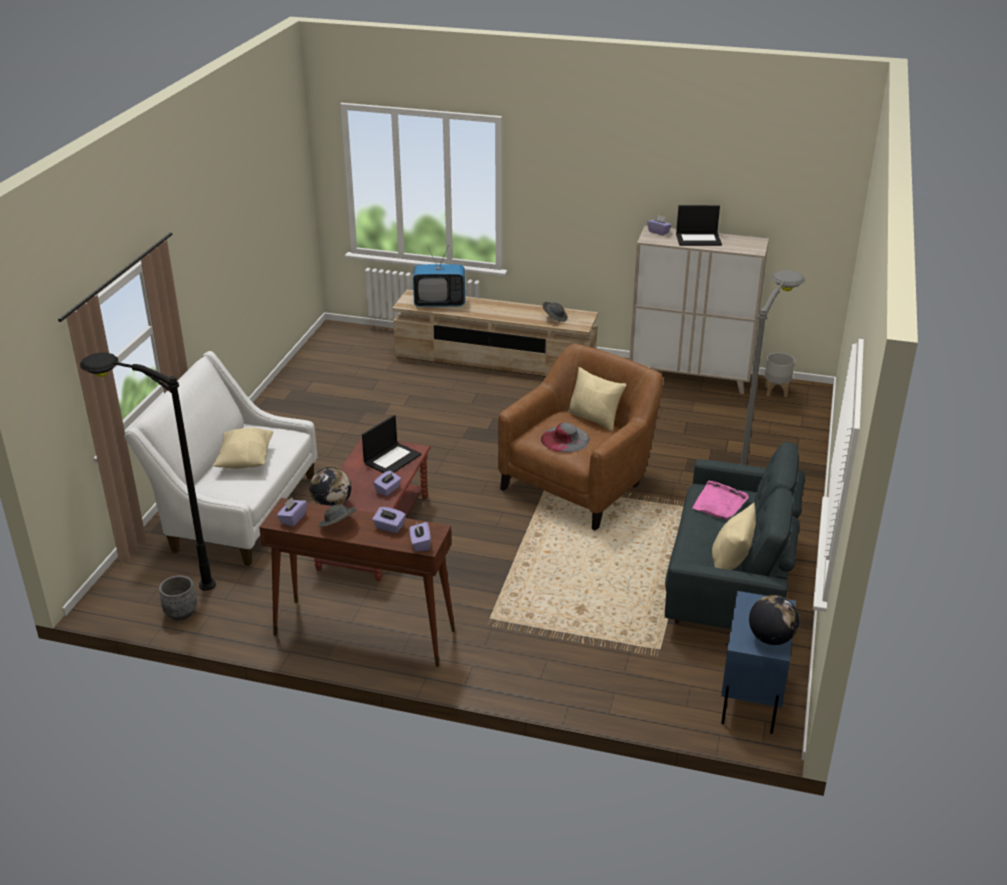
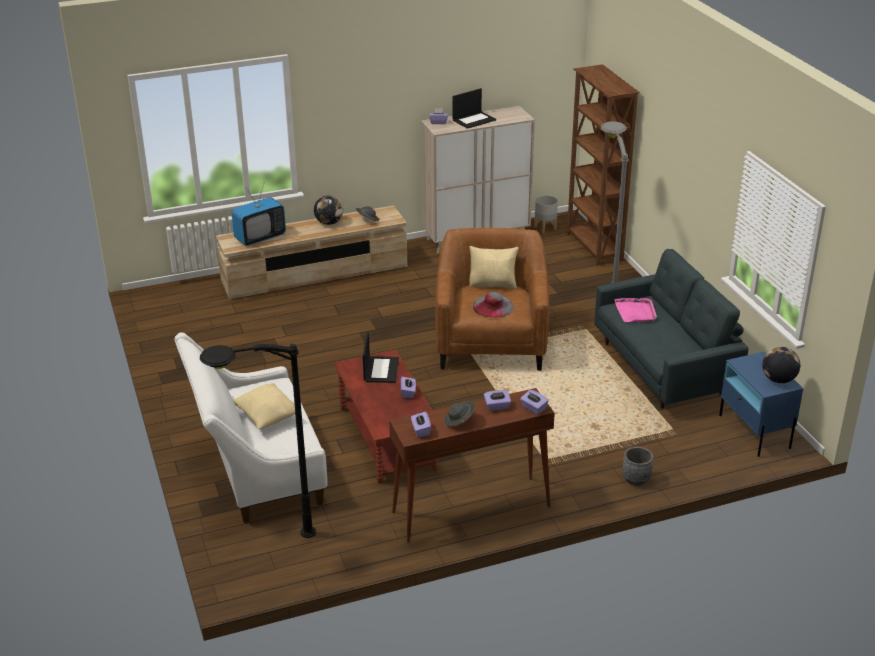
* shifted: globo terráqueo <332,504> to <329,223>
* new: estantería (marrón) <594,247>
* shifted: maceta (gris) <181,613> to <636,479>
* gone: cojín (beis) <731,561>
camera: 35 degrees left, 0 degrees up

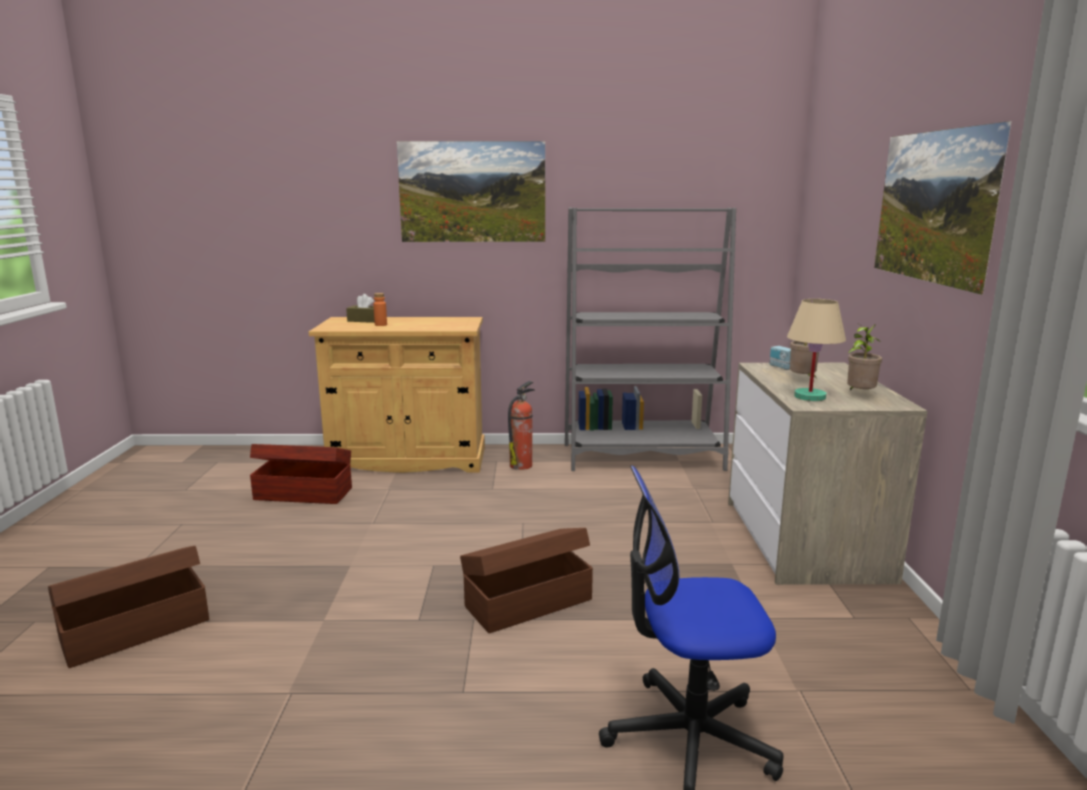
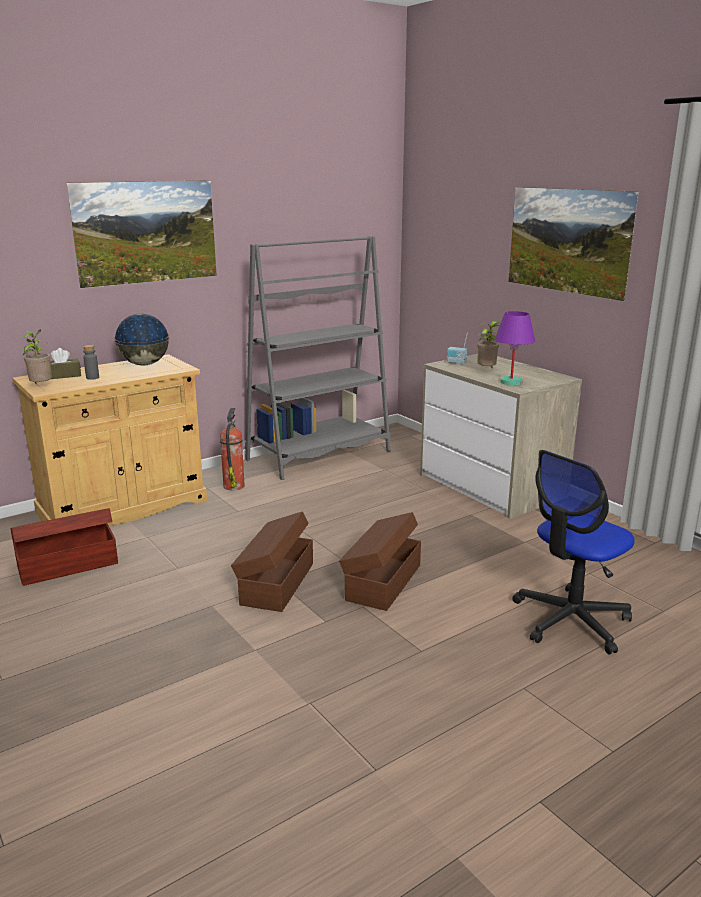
* shifted: planta en maceta <859,395> to <41,387>
* repainted: botella (naranja) <380,325> to botella (gris) <92,377>
* new: globo terráqueo <144,364>
* shifted: caja de almacenaje (marrón) <134,629> to <276,584>
* repainted: lámpara de mesa (beis) <810,397> to lámpara de mesa (morado) <511,382>
camera: 35 degrees left, 5 degrees up

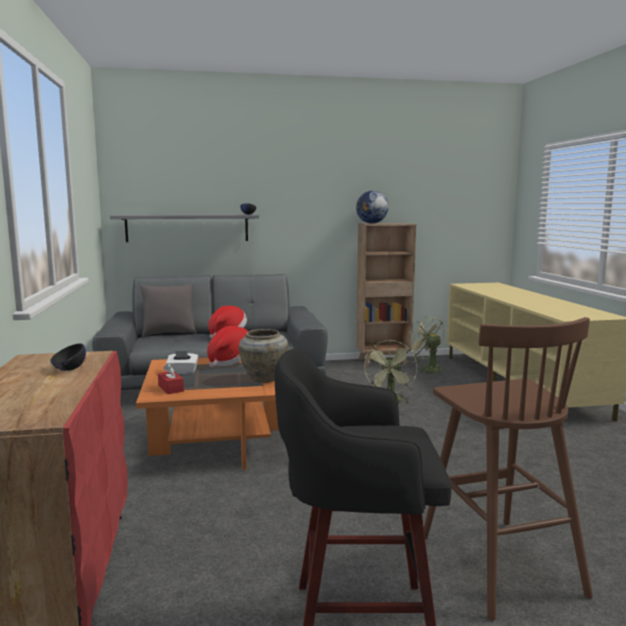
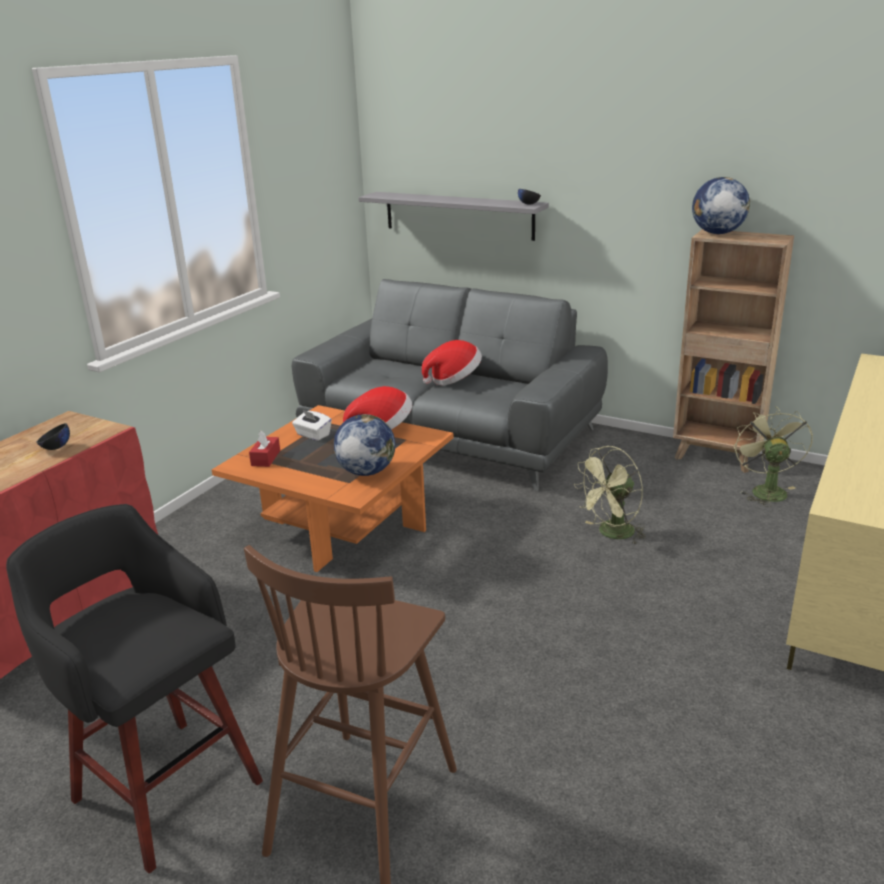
* swapped: florero (beis) <263,379> to globo terráqueo <366,472>
* gone: cojín (gris) <169,334>
camera: 40 degrees right, 15 degrees up

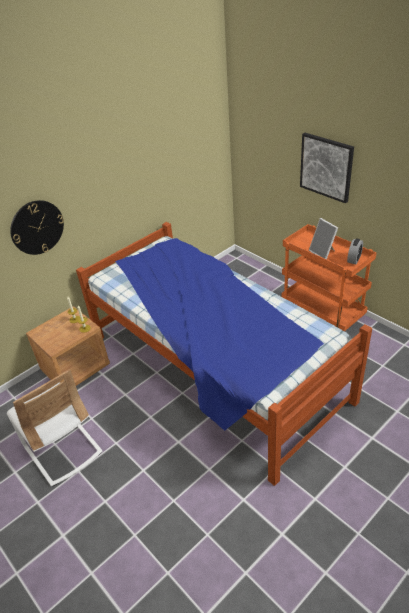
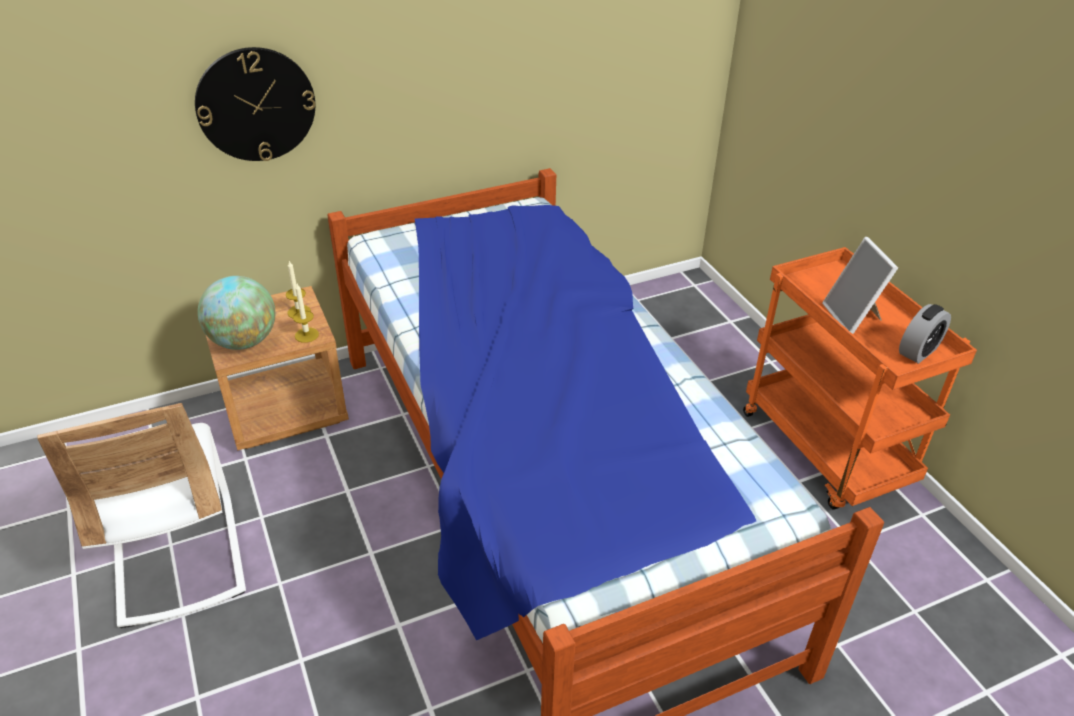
* new: globo terráqueo <244,341>
* gone: cuadro <326,167>
camera: 15 degrees right, 0 degrees up

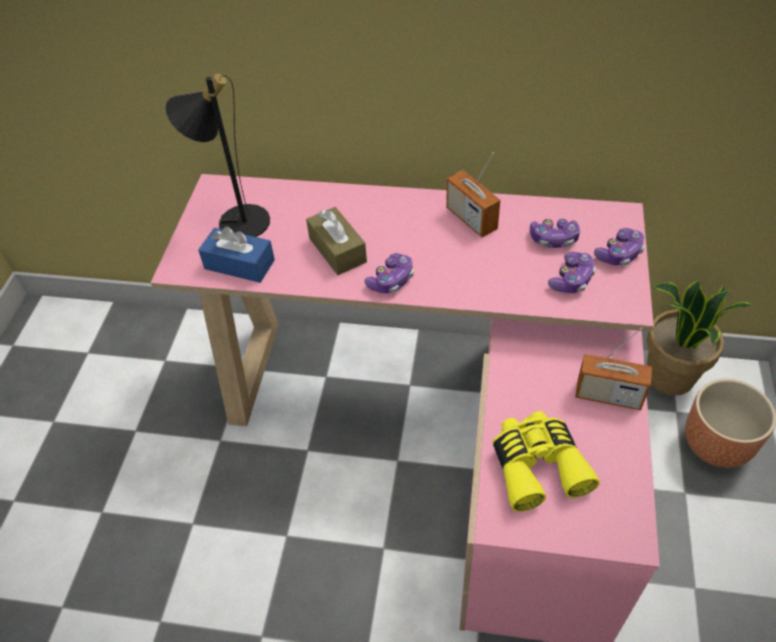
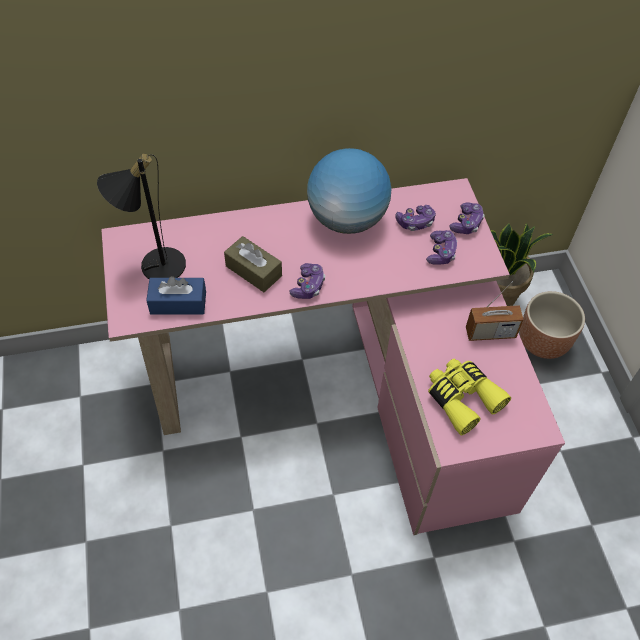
* swapped: radio <471,219> to globo terráqueo <347,220>
camera: 25 degrees left, 5 degrees up

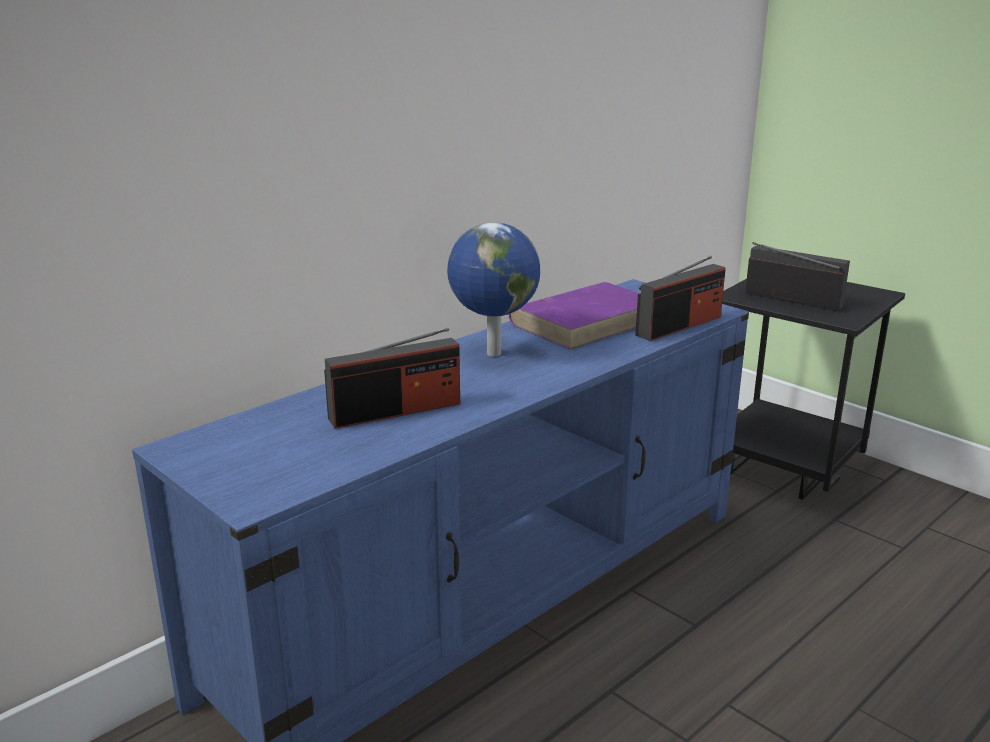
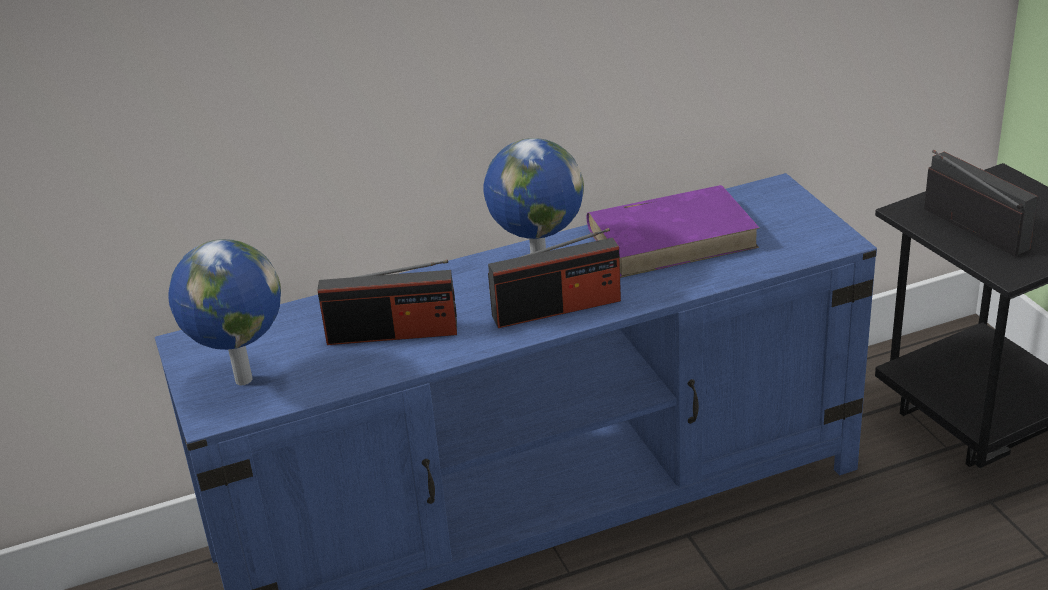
* new: globo terráqueo <241,380>
* shifted: radio <679,326> to <557,308>
camera: 25 degrees right, 10 degrees up

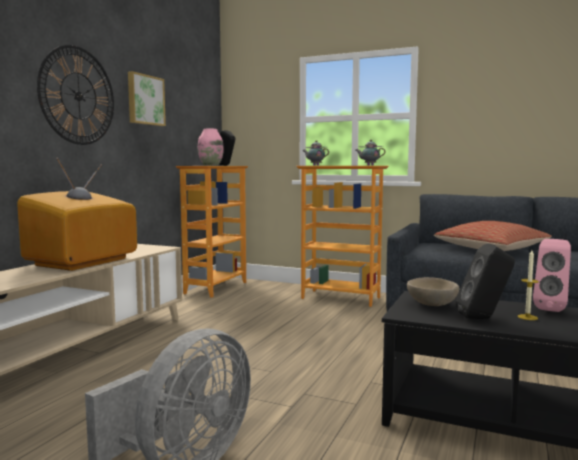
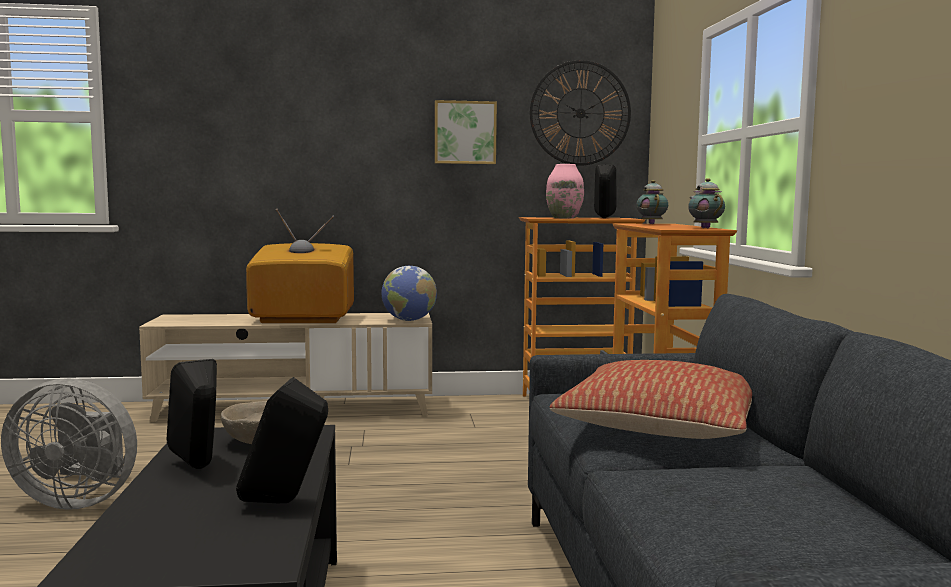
* repainted: altavoz (rosa) <550,309> to altavoz (negro) <285,502>
* new: globo terráqueo <409,320>
* shifted: reloj de pared <78,96> to <580,113>
* gone: vela <527,317>
camera: 60 degrees right, 0 degrees up

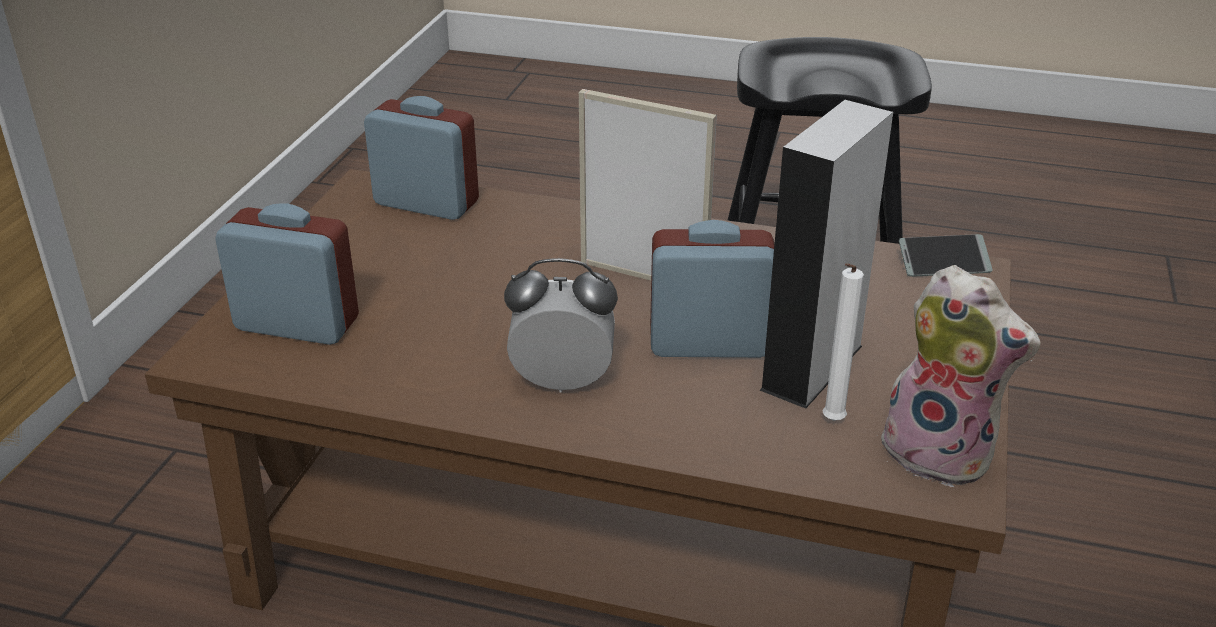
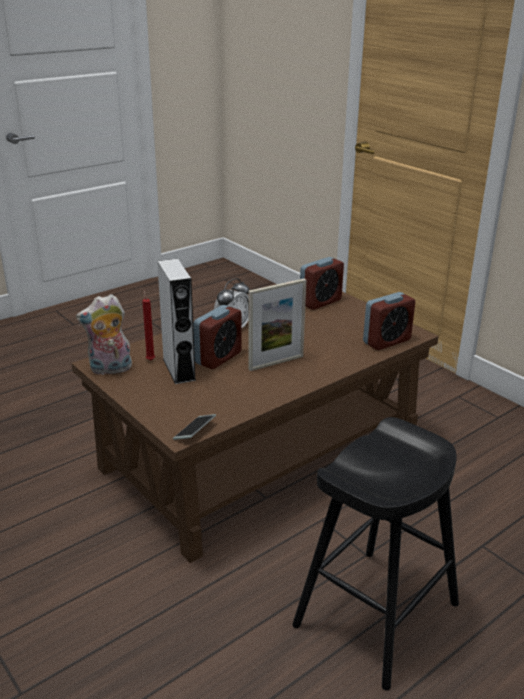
* repainted: vela (blanco) <831,422> to vela (rojo) <150,359>
camera: 125 degrees right, 5 degrees down

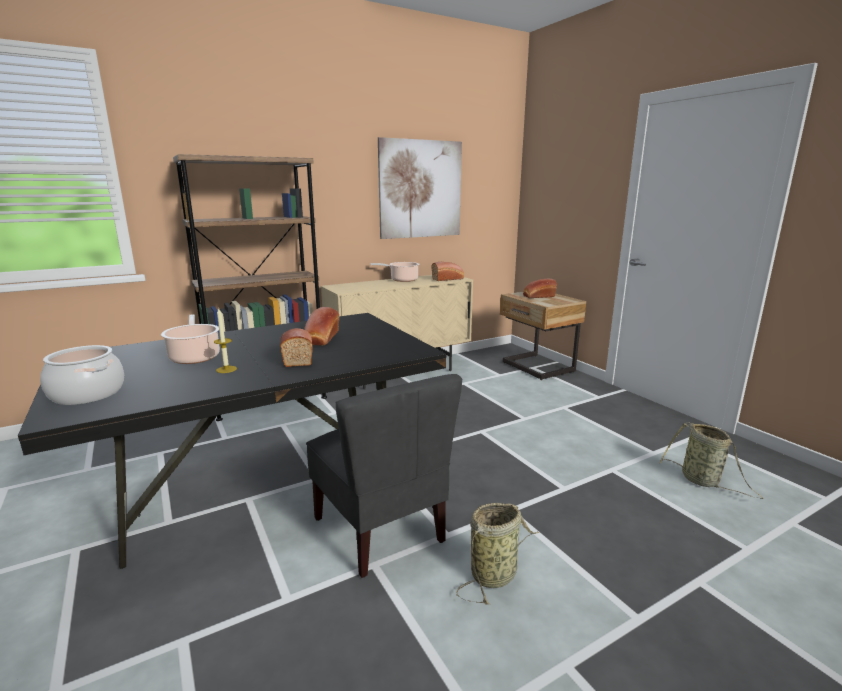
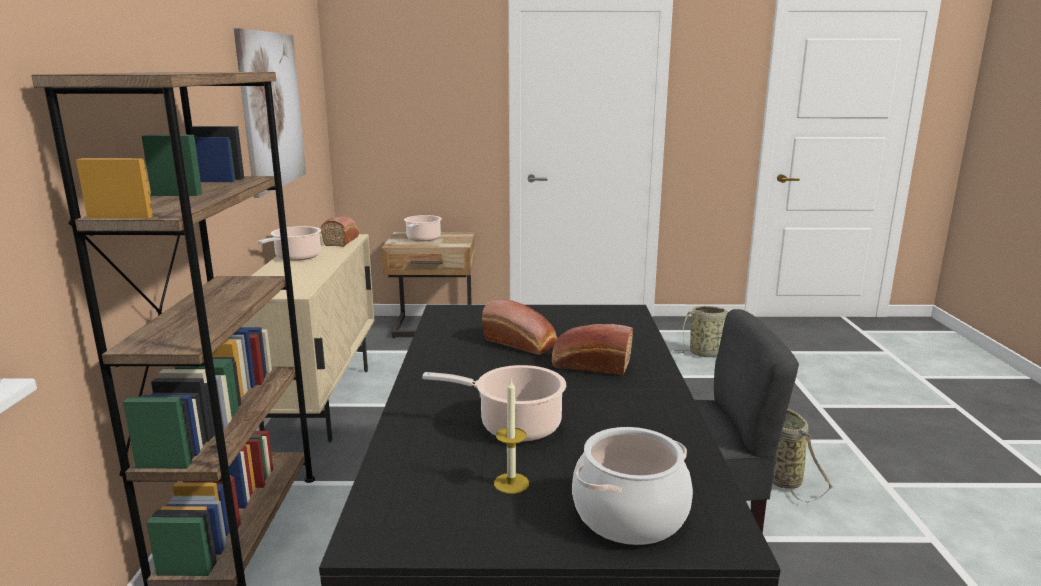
* swapped: pan <538,296> to olla <422,239>
* shifted: vela <226,369> to <511,483>
camera: 60 degrees left, 0 degrees up

